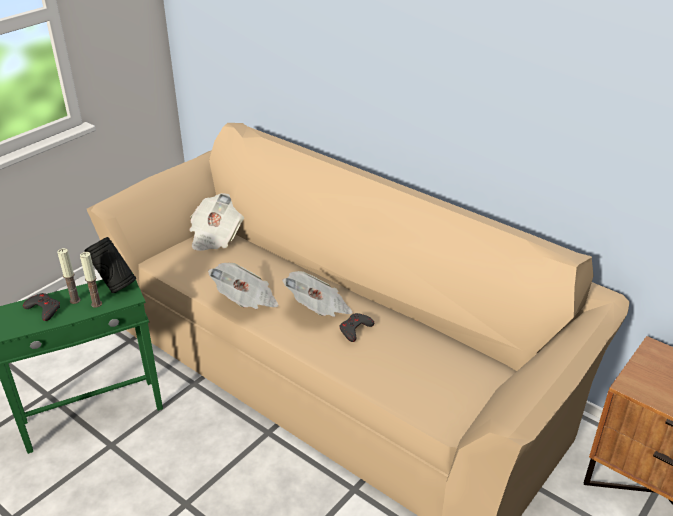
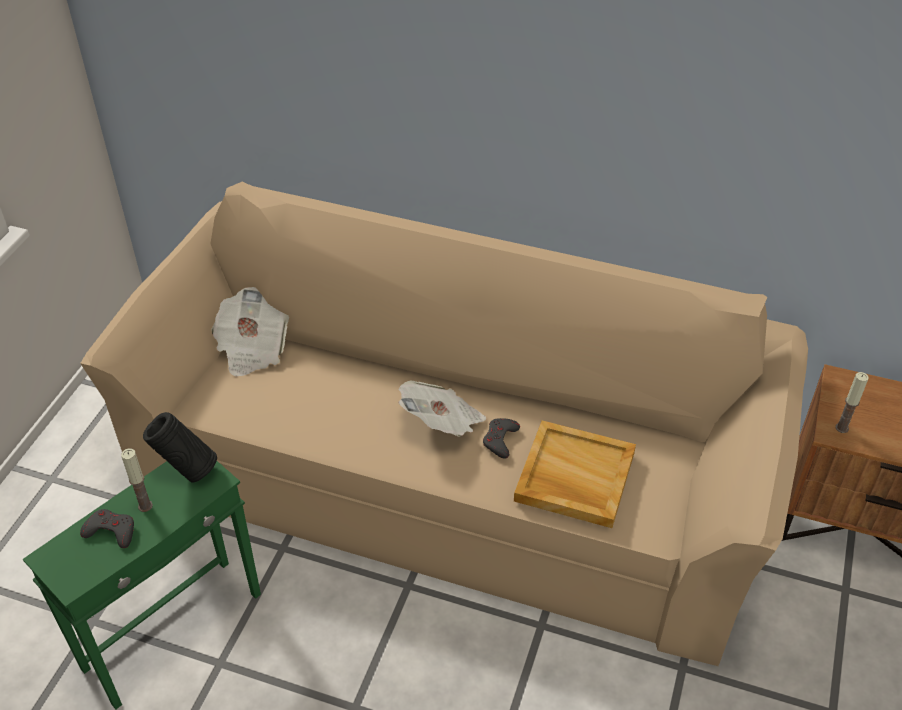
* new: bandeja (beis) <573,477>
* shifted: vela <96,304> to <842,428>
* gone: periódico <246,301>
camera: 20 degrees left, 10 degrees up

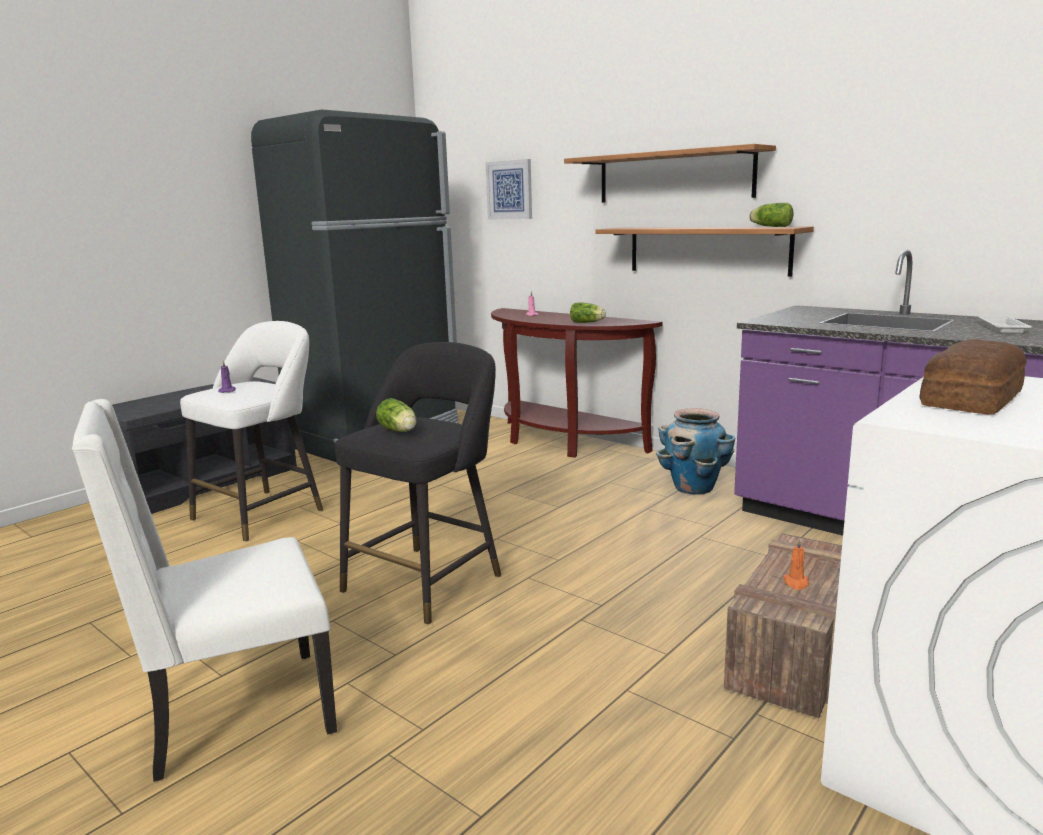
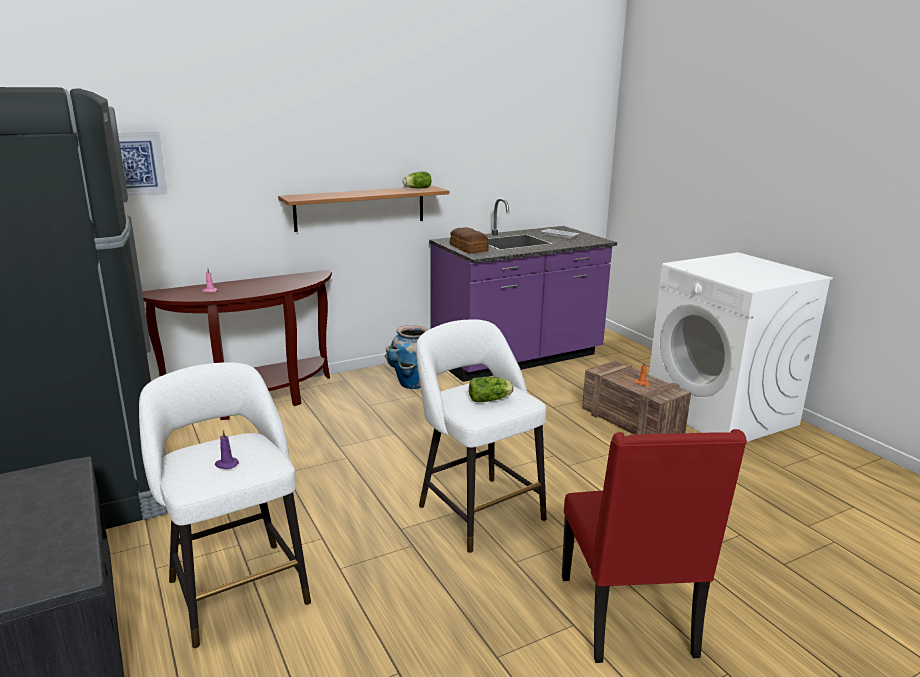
* repainted: taburete (negro) <428,580> to taburete (blanco) <477,509>
* shifted: pan <968,398> to <468,248>
* repainted: silla (blanco) <235,715> to silla (rojo) <630,618>
* gone: estante <674,176>
* gone: lechuga <588,322>
camera: 70 degrees left, 5 degrees up

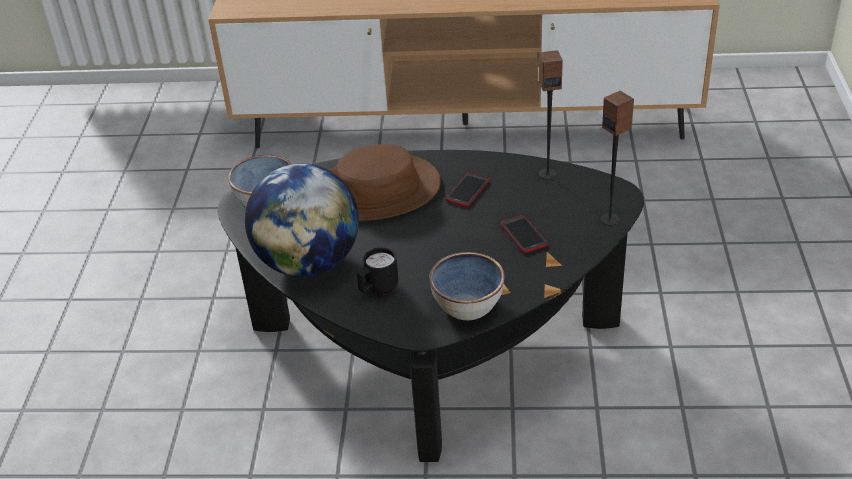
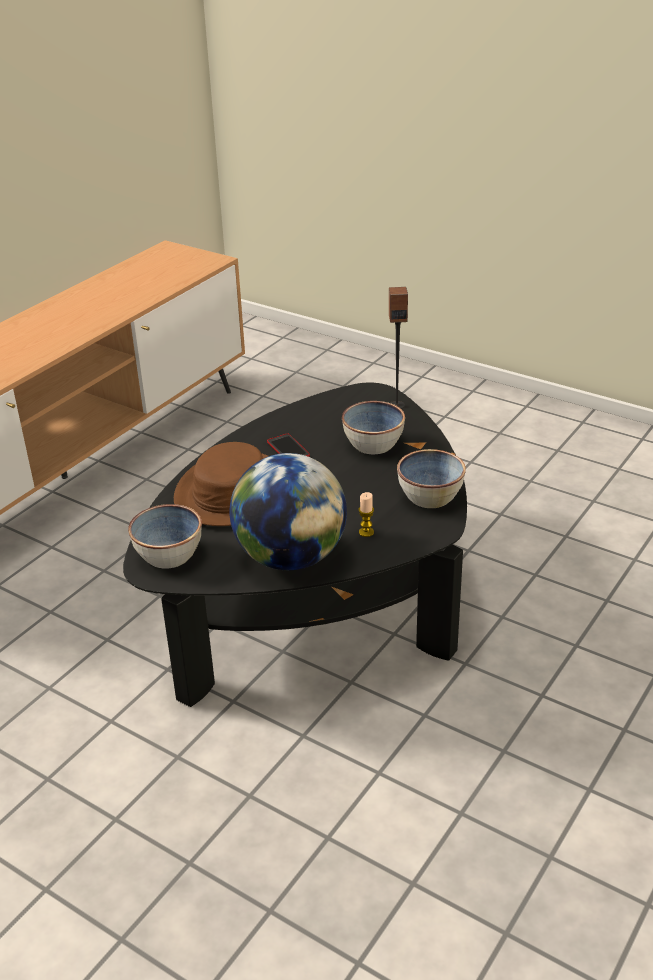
* swapped: móvil <523,235> to cuenco <373,445>
* swapped: taza grande (negro) <378,289> to vela <366,532>
* gone: altavoz <547,174>
camera: 60 degrees left, 5 degrees down

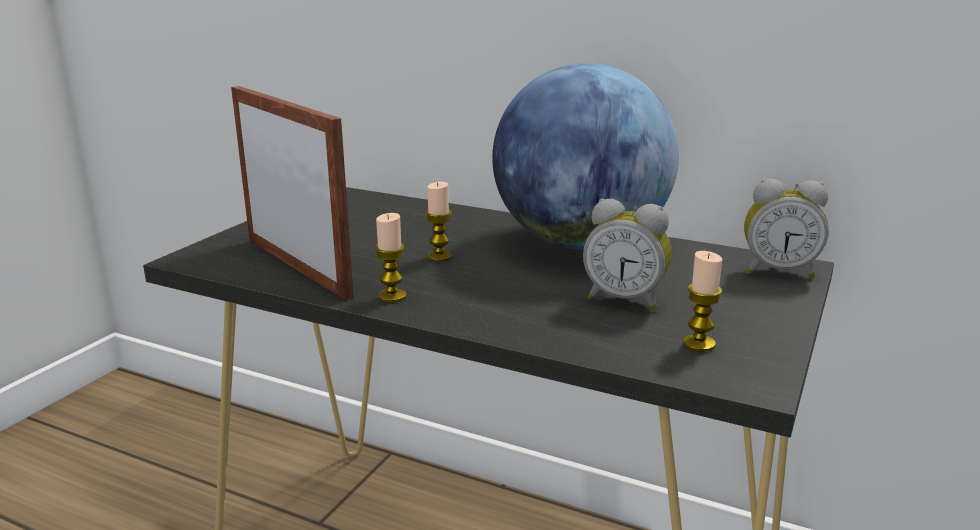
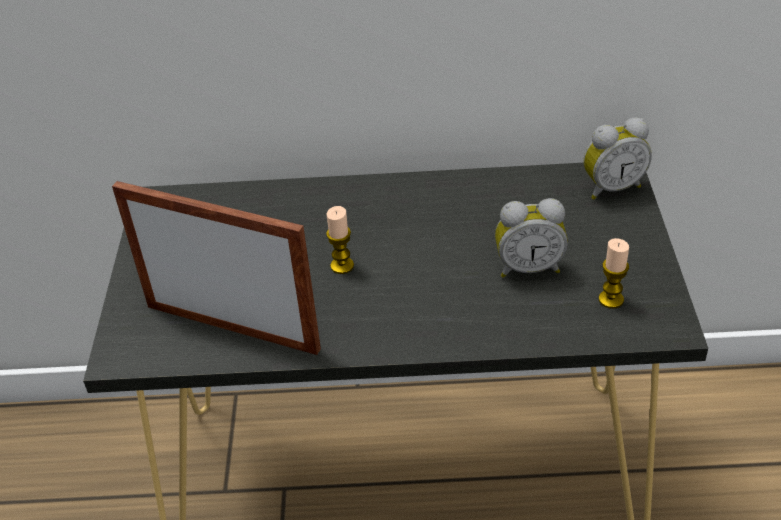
* gone: vela <392,296>
* gone: globo terráqueo <580,243>
camera: 25 degrees left, 20 degrees up

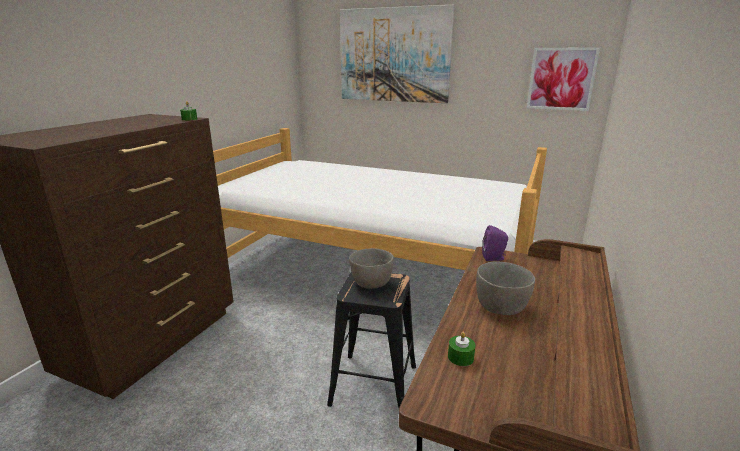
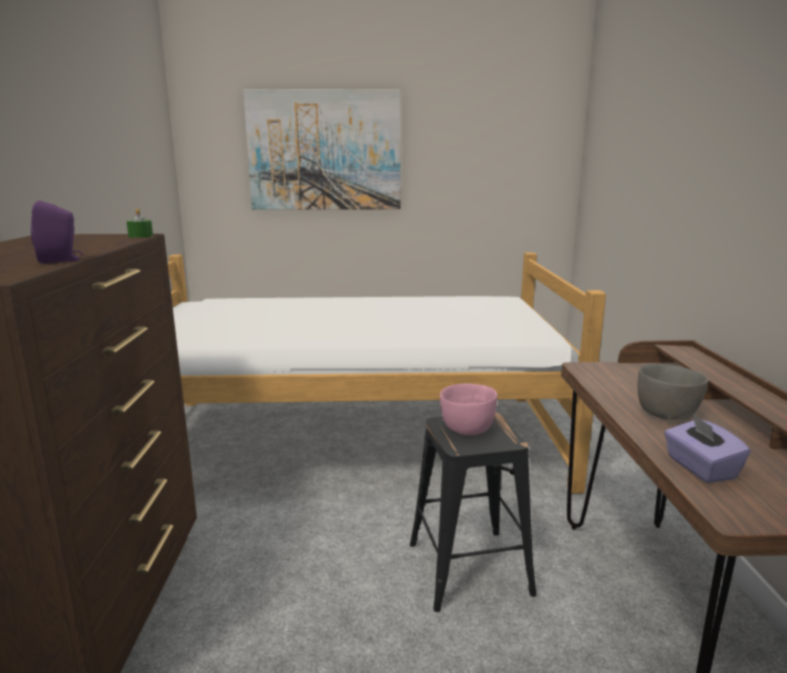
* shifted: altavoz (morado) <494,258> to <61,260>
* repainted: cuenco (gris) <370,283> to cuenco (rosa) <466,429>
* swapped: vela (verde) <460,357> to caja de pañuelos (morado) <700,468>
* gone: cuadro <561,79>
camera: 25 degrees left, 5 degrees down

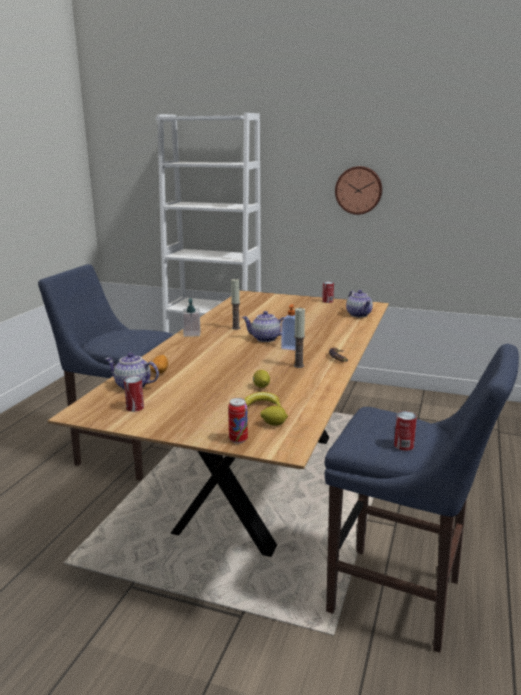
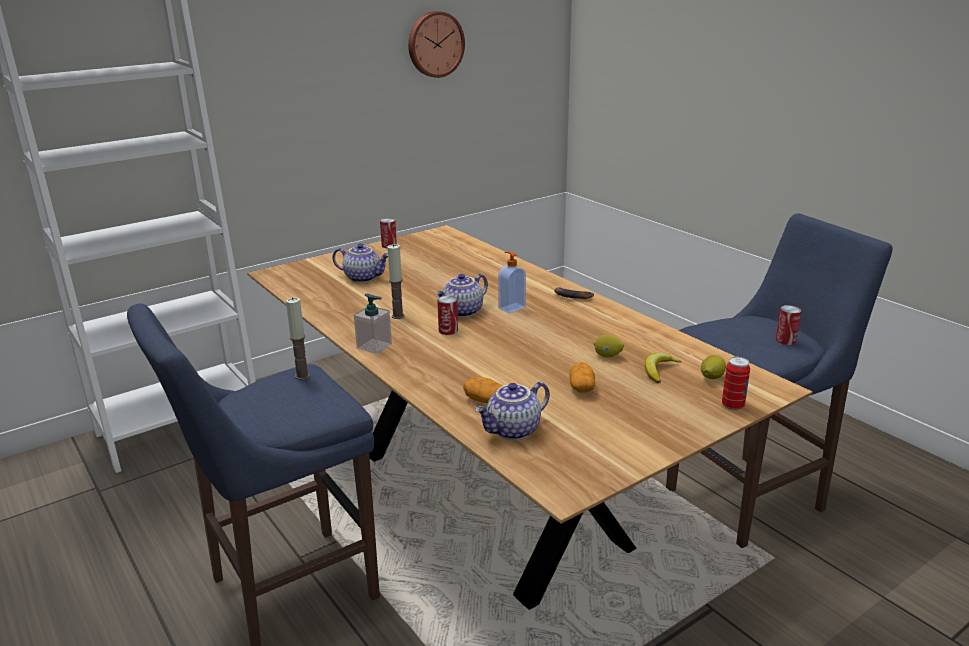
* shifted: vela <298,366> to <302,376>
* shifted: tetera <359,315> to <363,278>
* shifted: reloj de pared <359,190> to <434,44>
* shifted: lata <135,407> to <448,330>
* new: patata <581,387>
camera: 55 degrees left, 5 degrees up

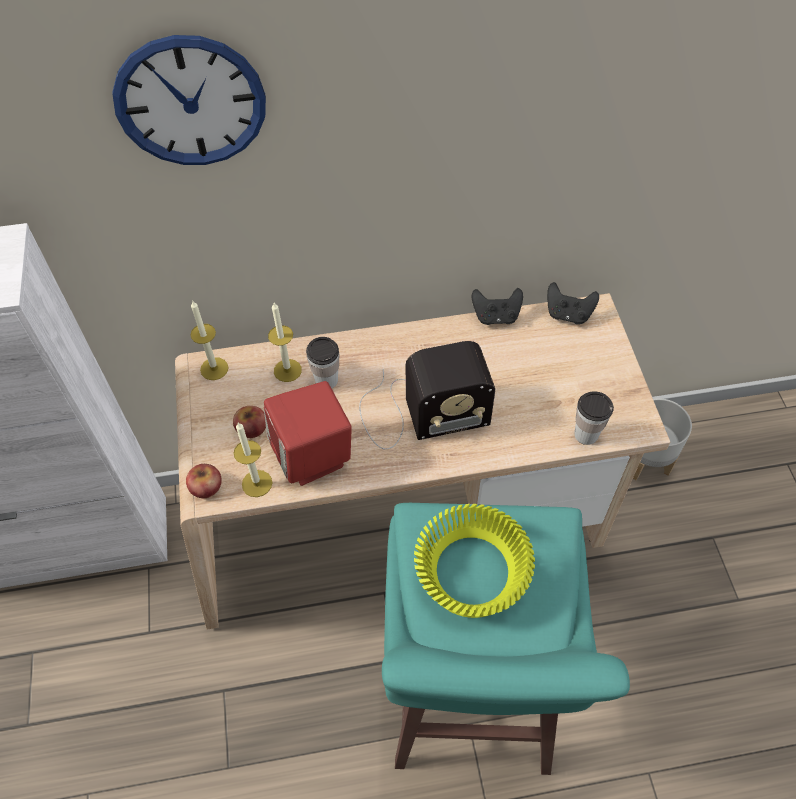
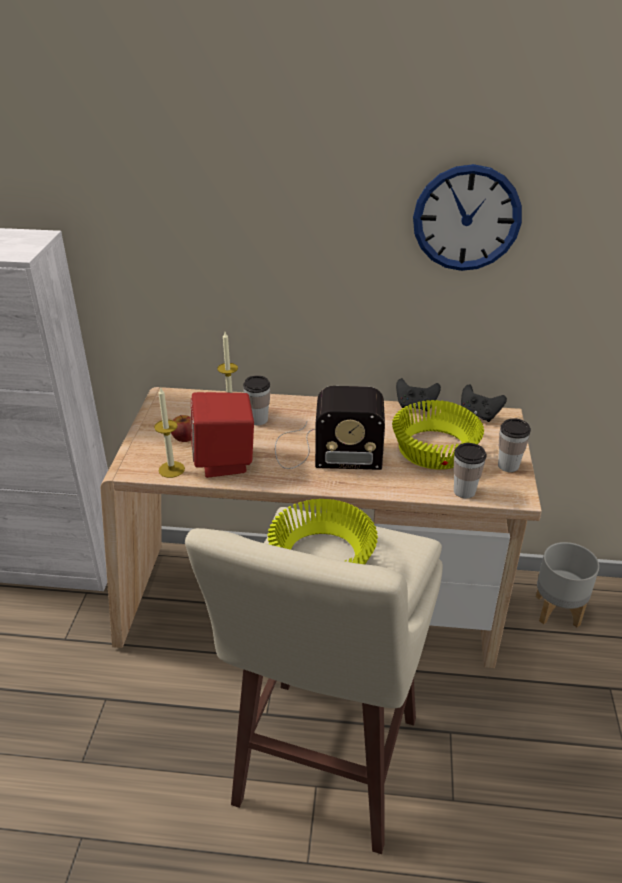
* repainted: taburete (turquesa) <469,699> to taburete (beis) <324,765>
* new: cuenco (amarillo) <434,450>
* shifted: reloj de pared <190,102> to <466,218>
* new: taza <508,465>
* gone: manzana <206,486>
* gone: vela <214,368>
camera: 15 degrees right, 20 degrees down

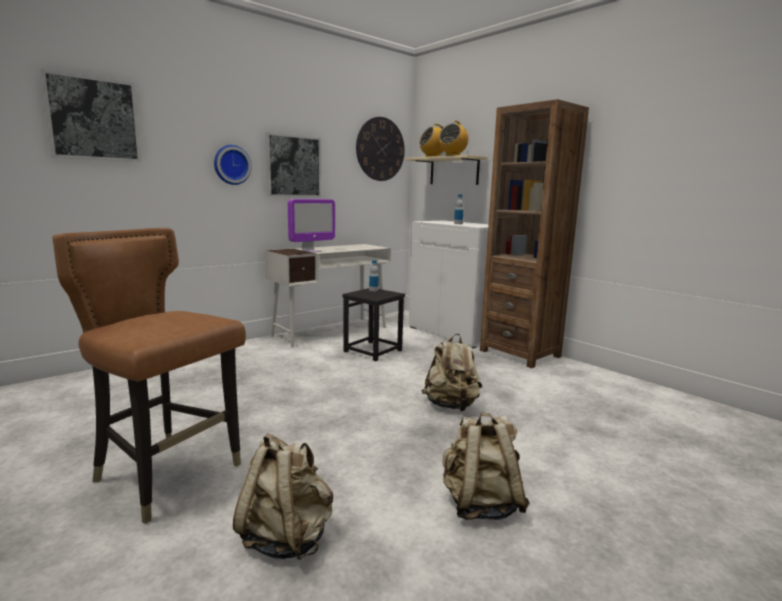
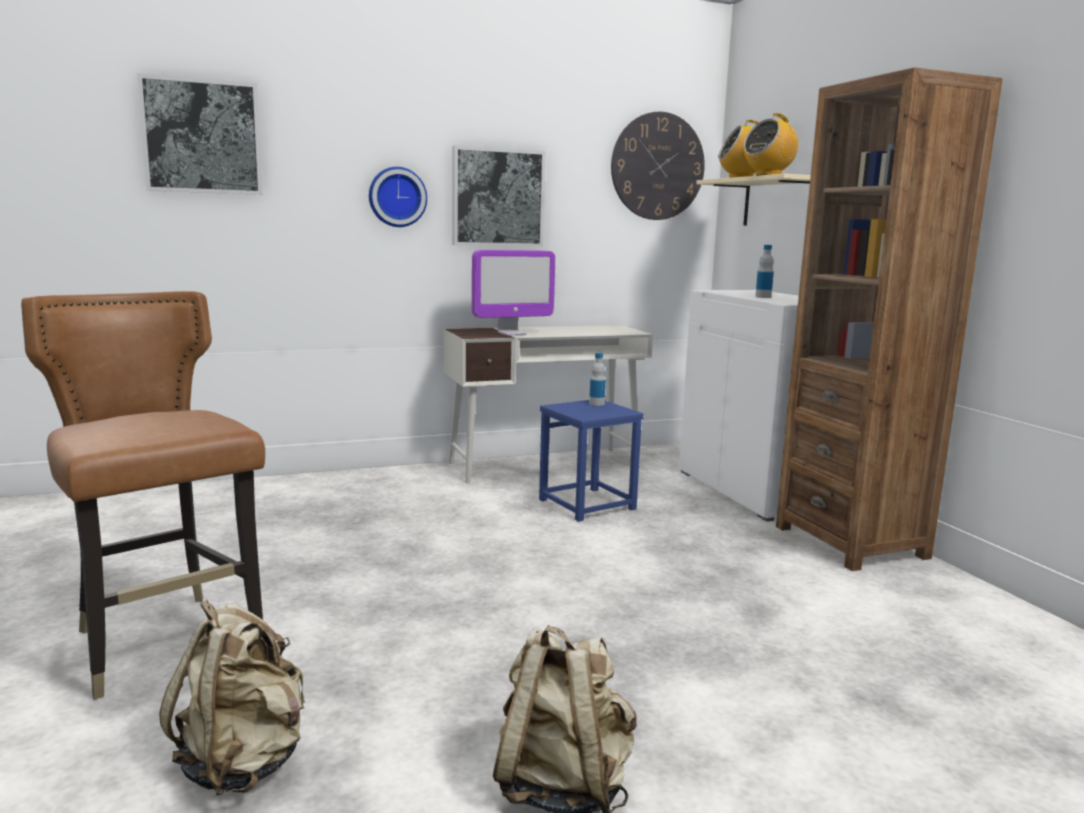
* repainted: taburete (negro) <373,351> to taburete (azul) <587,504>
* gone: mochila (beis) <451,406>
camera: 20 degrees right, 0 degrees up

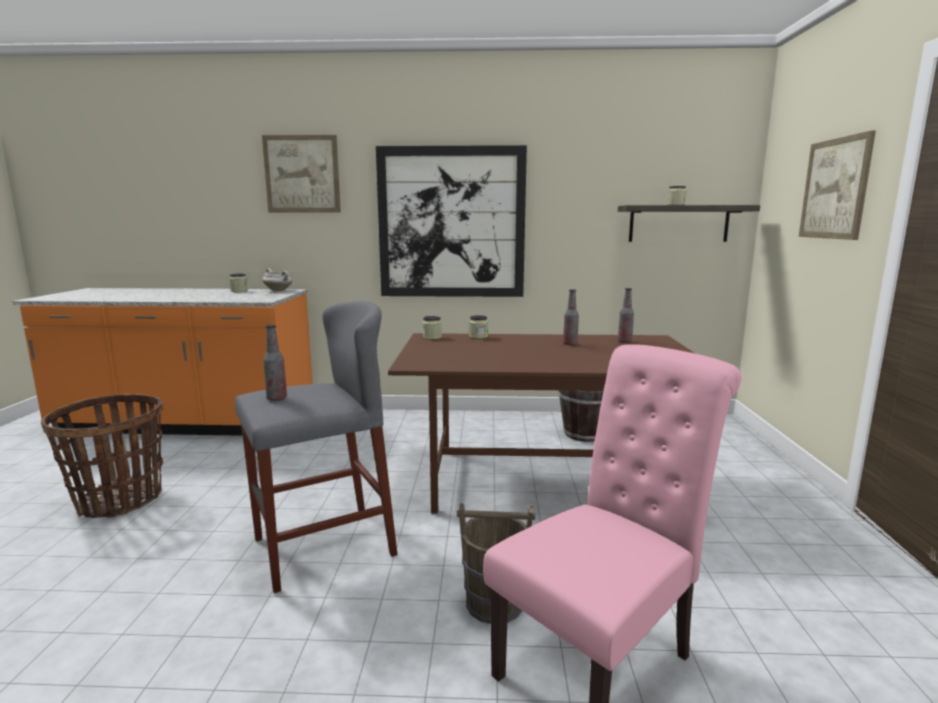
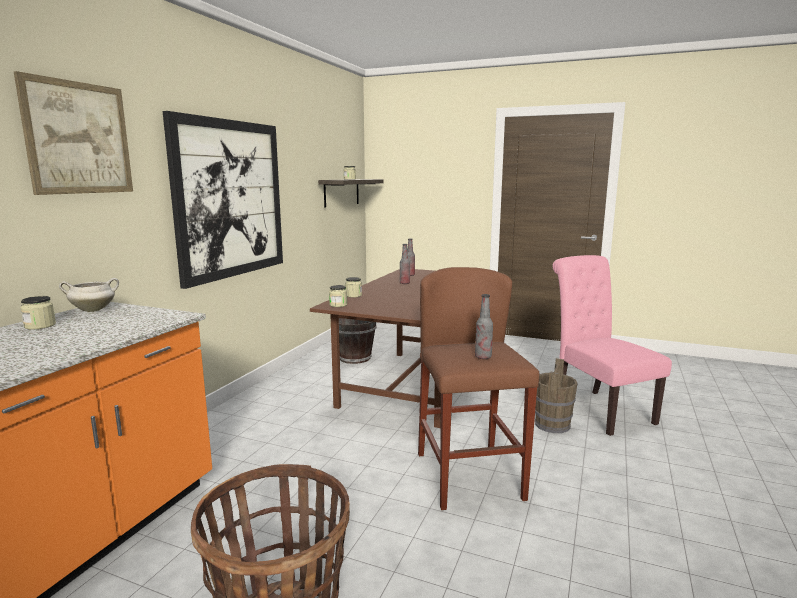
* repainted: taburete (gris) <323,546> to taburete (marrón) <469,476>
* gone: cuadro <834,189>
camera: 70 degrees left, 0 degrees up

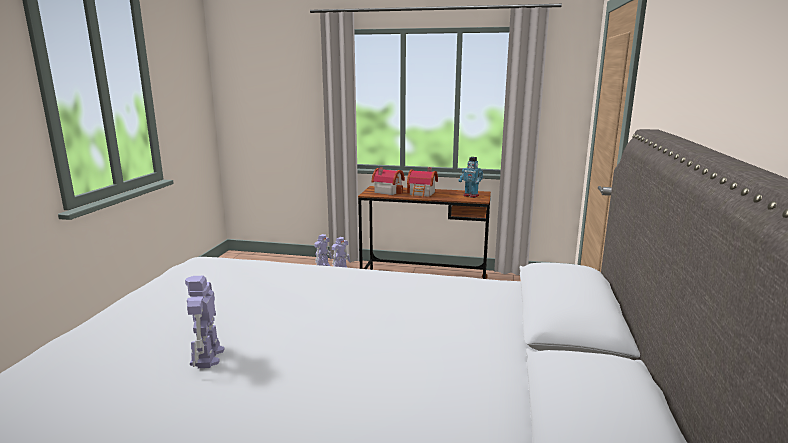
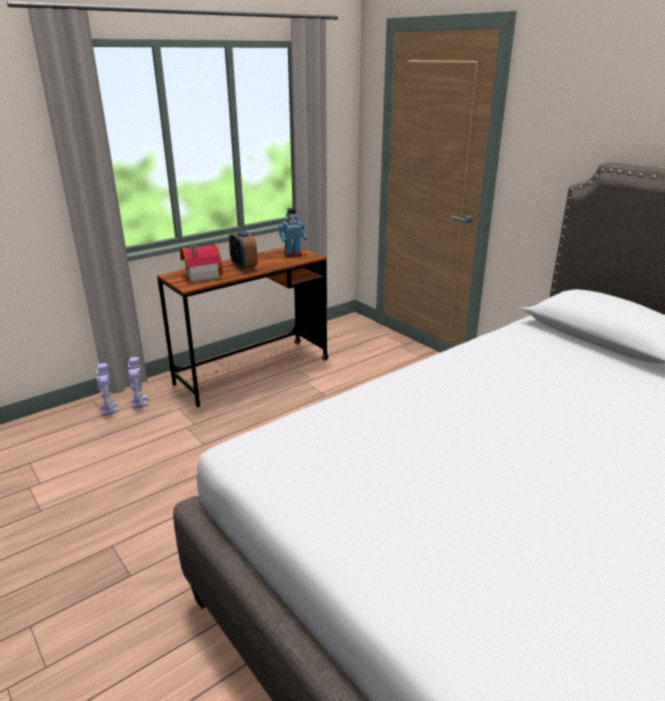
* swapped: casita <422,193> to despertador <244,267>
* gone: robot de juguete <207,357>
camera: 50 degrees left, 10 degrees up

